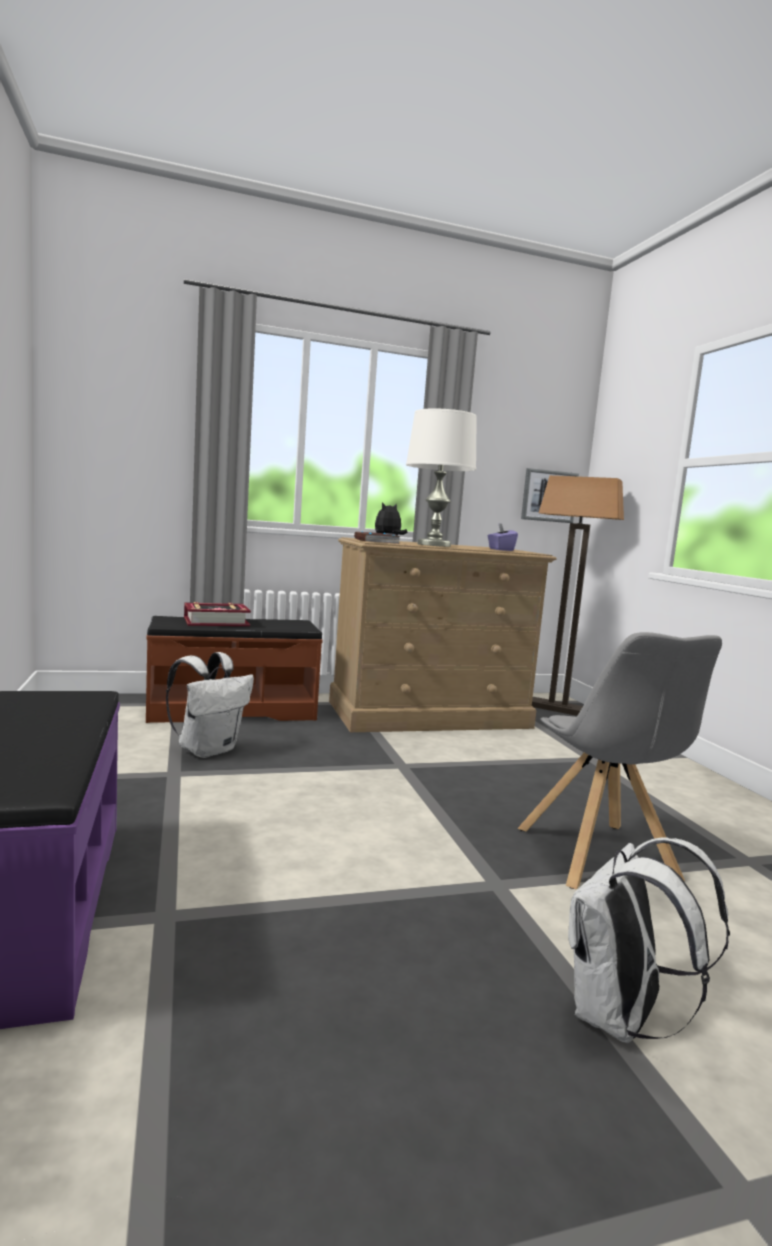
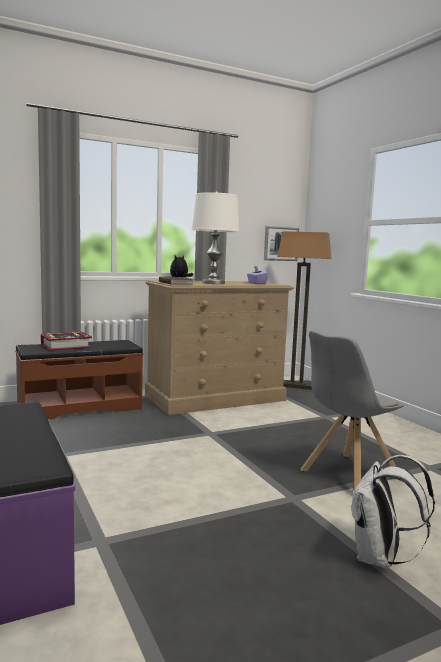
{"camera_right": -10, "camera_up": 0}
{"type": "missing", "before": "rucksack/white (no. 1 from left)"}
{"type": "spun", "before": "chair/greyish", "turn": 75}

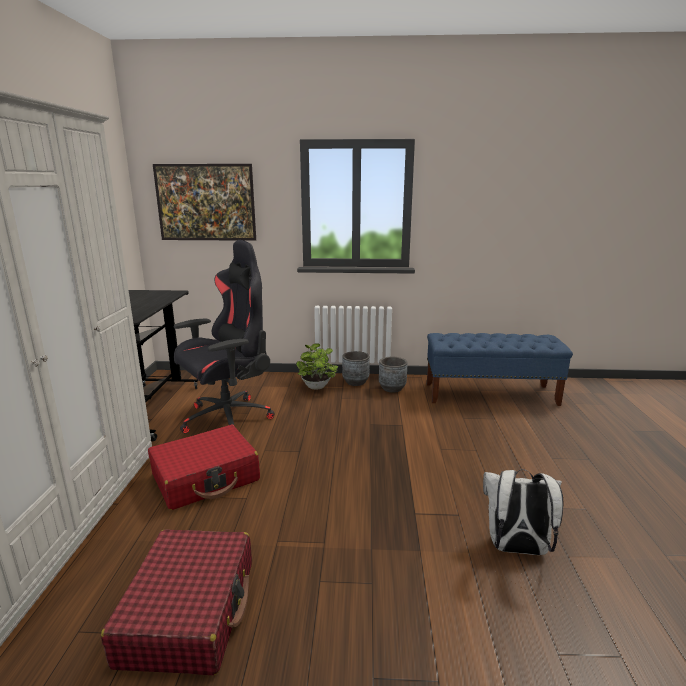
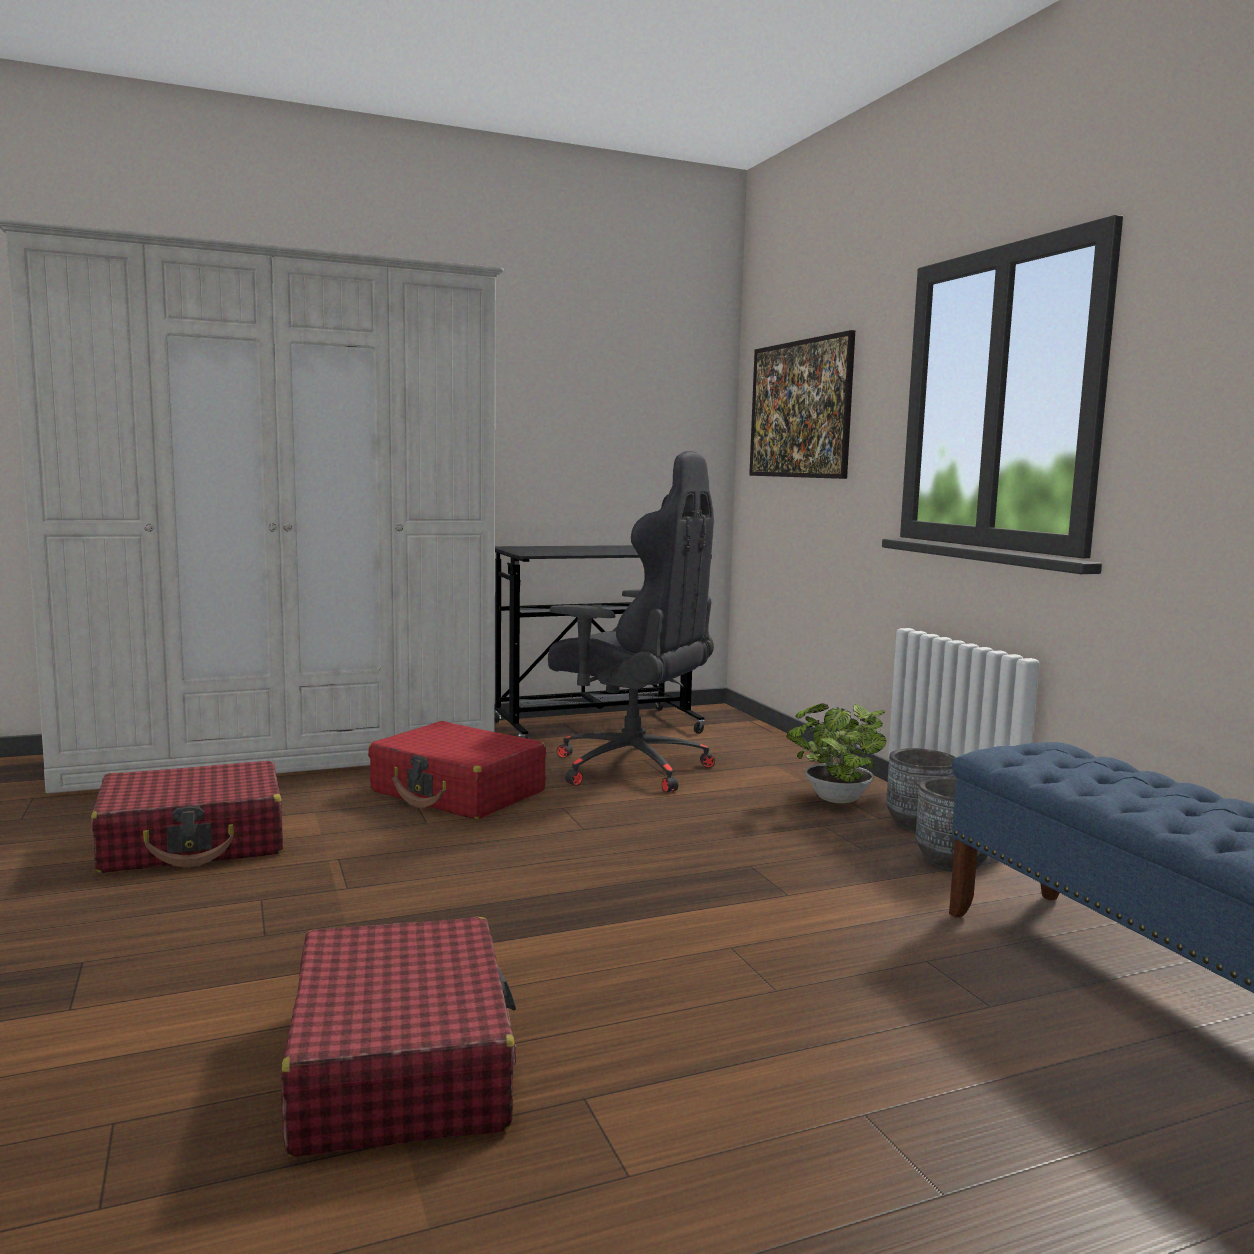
{"camera_right": 65, "camera_up": -10}
{"type": "exchanged", "before": "rucksack/white", "after": "suitcase/red (no. 2 from left)"}

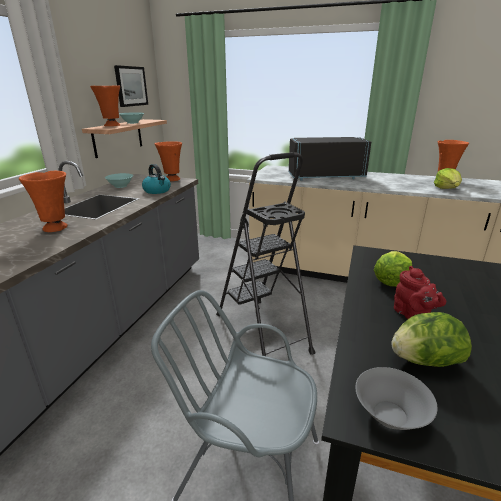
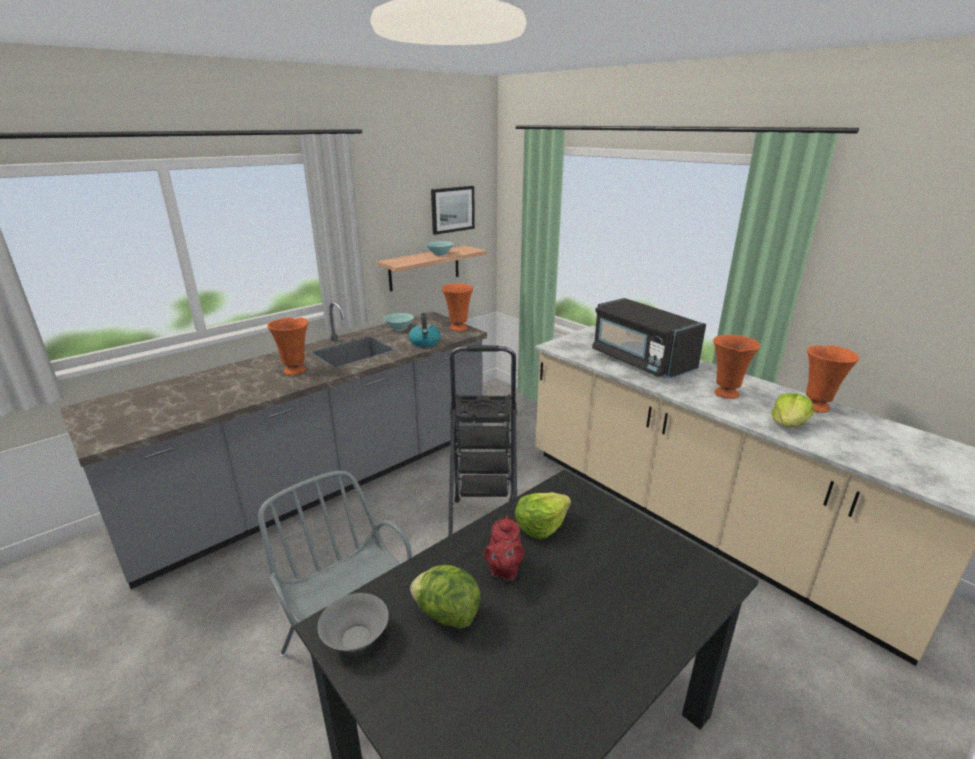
{"camera_right": 30, "camera_up": 0}
{"type": "relocated", "before": "vase/orangey (no. 2 from left in the first image)", "after": "vase/orangey (no. 3 from left)"}
{"type": "spun", "before": "microwave oven/black", "turn": -150}

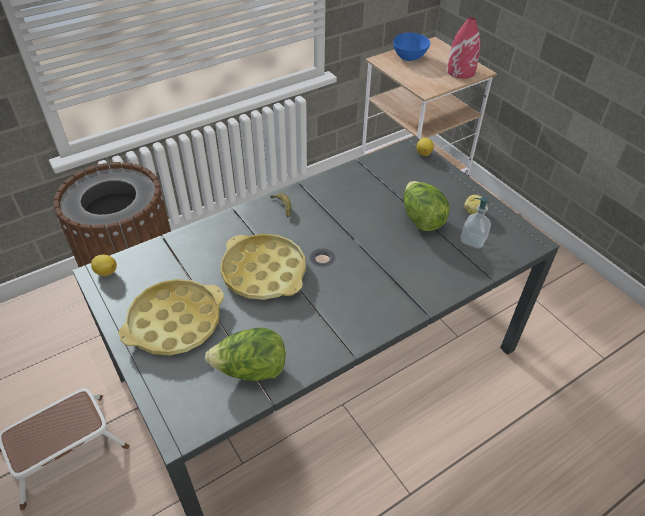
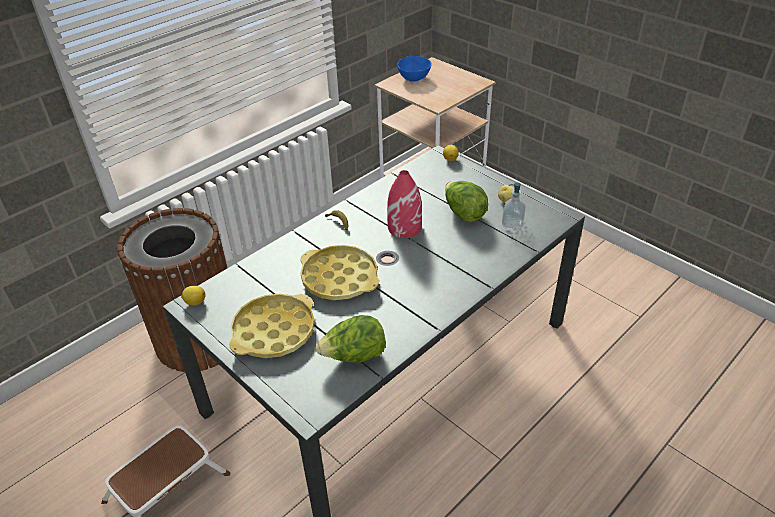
{"camera_right": -10, "camera_up": -5}
{"type": "relocated", "before": "vase/red"}

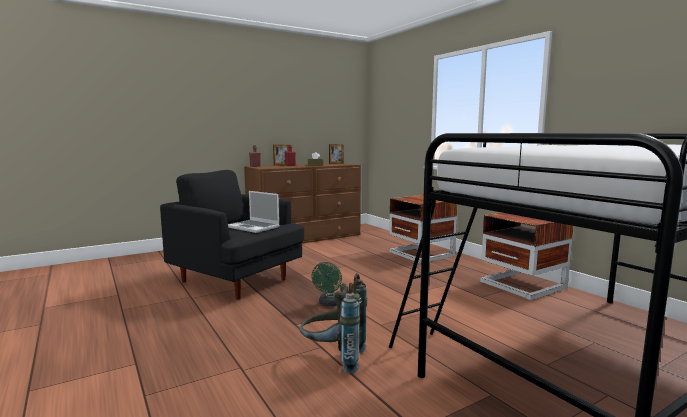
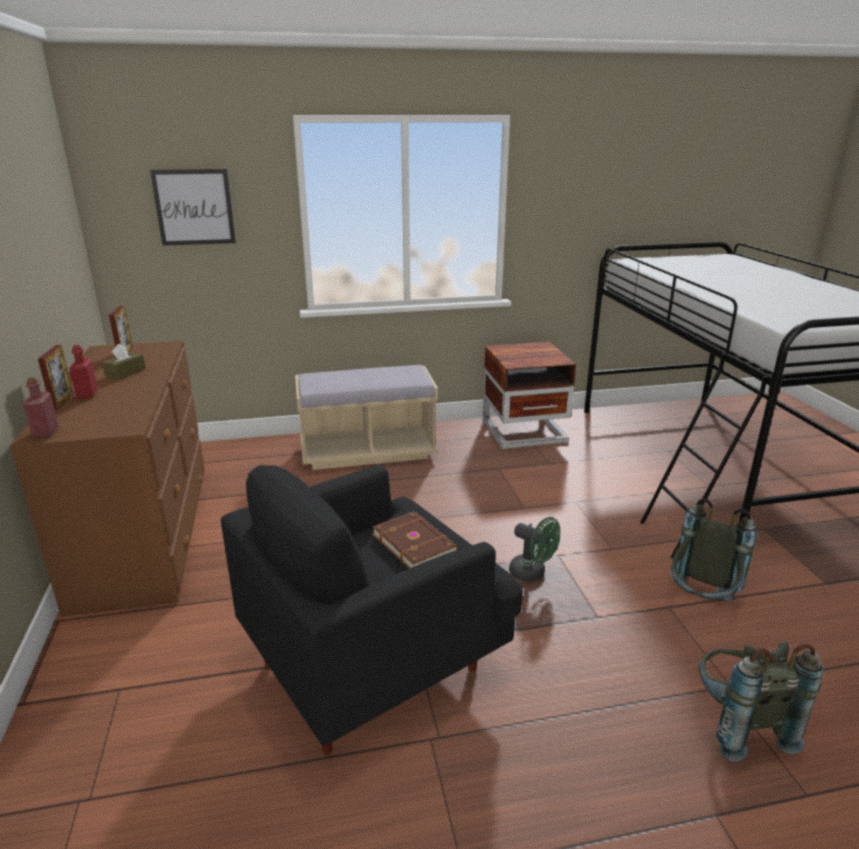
{"camera_right": -70, "camera_up": 15}
{"type": "appeared", "after": "wall art"}
{"type": "appeared", "after": "rucksack/greyish (no. 2 from left)"}
{"type": "exchanged", "before": "laptop", "after": "volume/brown"}
{"type": "exchanged", "before": "bedside table (no. 1 from left)", "after": "indoor bench/beige"}

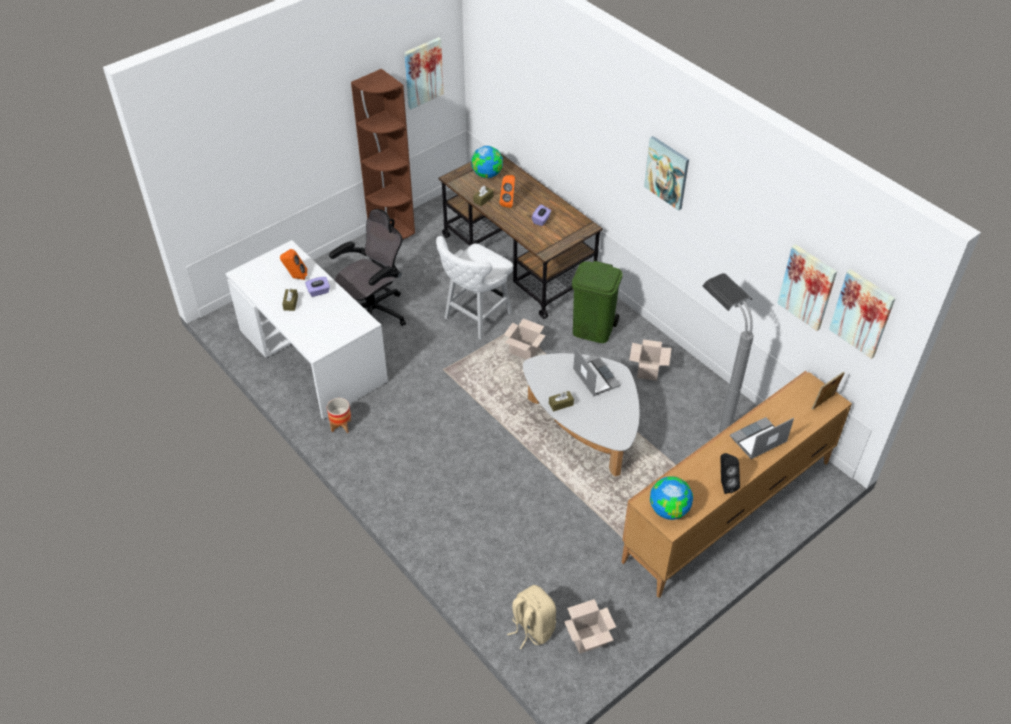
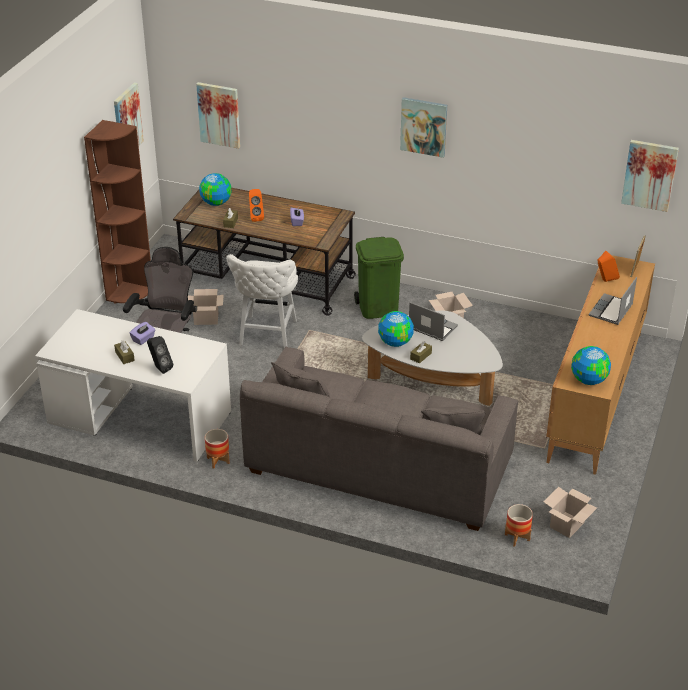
{"camera_right": -30, "camera_up": -10}
{"type": "missing", "before": "standard lamp/greyish"}
{"type": "appeared", "after": "sofa/greyish"}
{"type": "appeared", "after": "desk globe (no. 2 from left)"}
{"type": "relocated", "before": "audio speaker/orangey (no. 1 from left in the first image)", "after": "audio speaker/orangey (no. 2 from left)"}
{"type": "relocated", "before": "cardboard box (no. 1 from left)"}
{"type": "relocated", "before": "audio speaker/black"}
{"type": "relocated", "before": "wall art (no. 3 from left in the first image)", "after": "wall art (no. 2 from left)"}
{"type": "exchanged", "before": "rucksack/beige", "after": "plant pot (no. 2 from left)"}

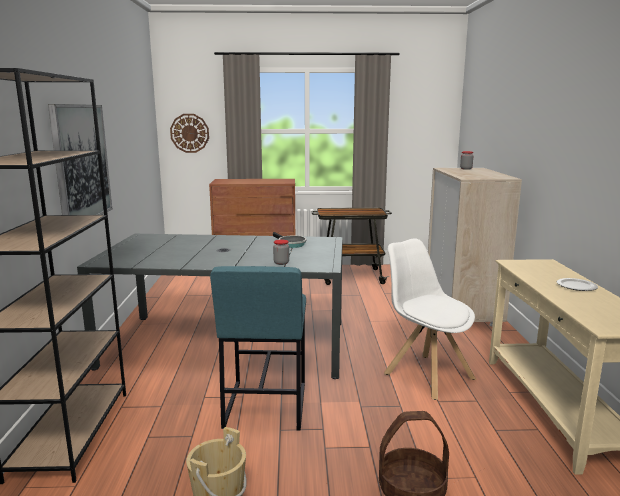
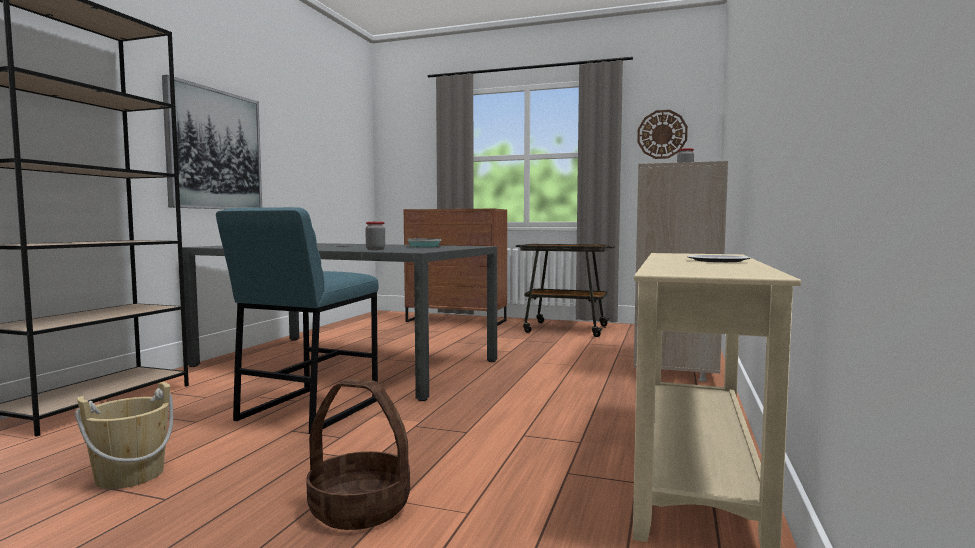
{"camera_right": 20, "camera_up": -10}
{"type": "missing", "before": "chair/white"}
{"type": "relocated", "before": "wall clock"}

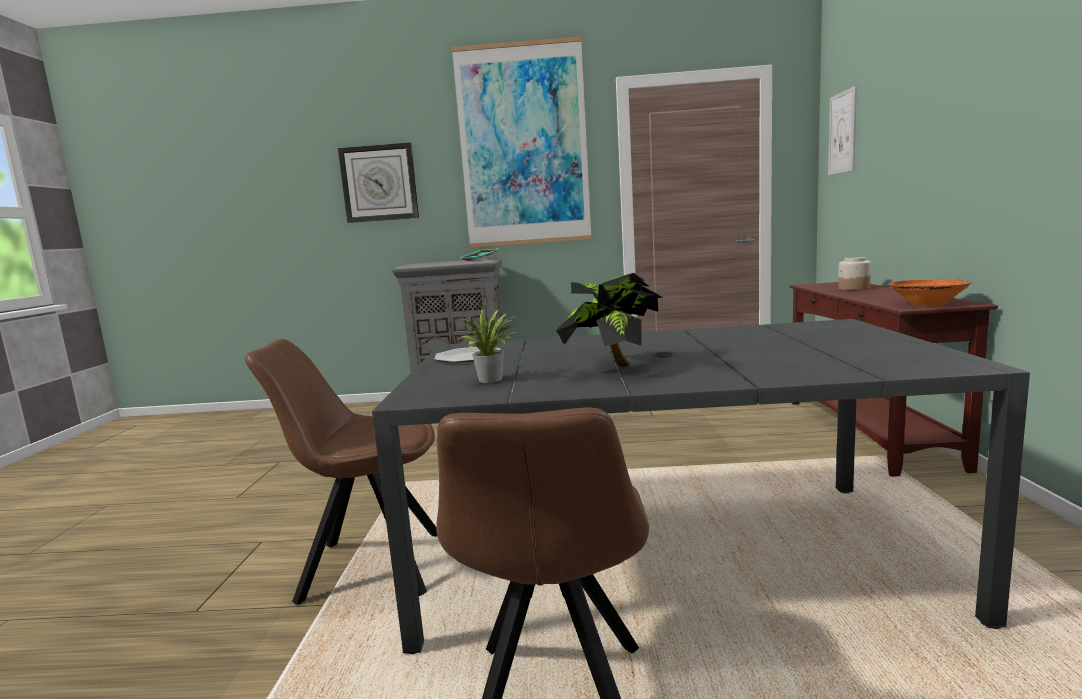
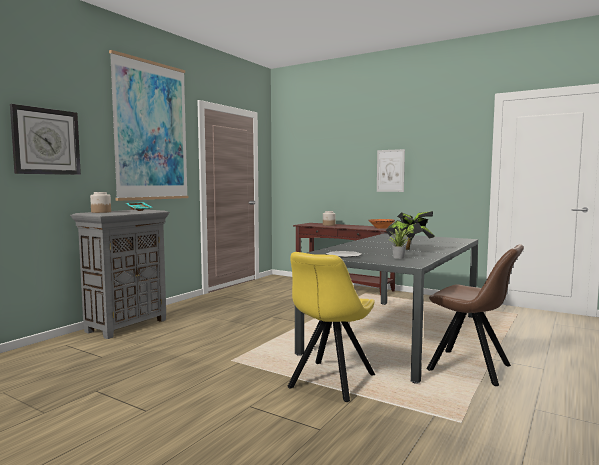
{"camera_right": -60, "camera_up": -5}
{"type": "appeared", "after": "storage jar (no. 1 from left)"}
{"type": "relocated", "before": "wall art (no. 2 from left)"}
{"type": "colour", "before": "chair/brown (no. 1 from left)", "after": "chair/yellow-coloured"}

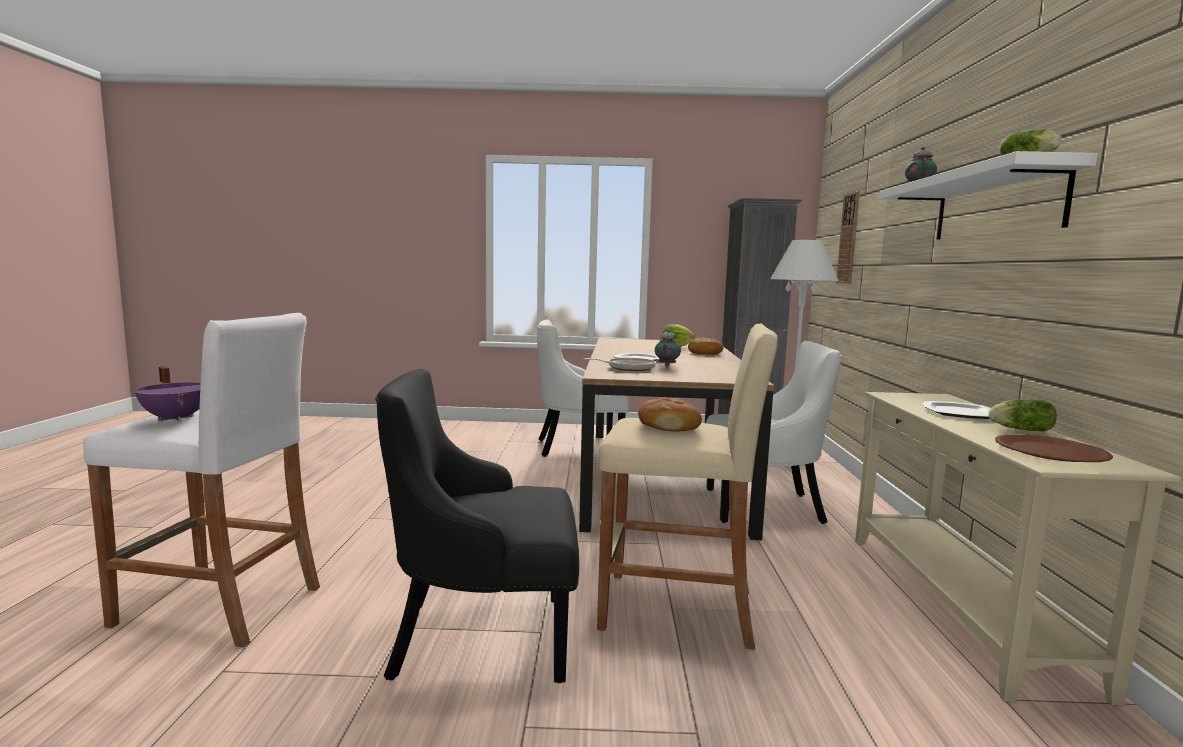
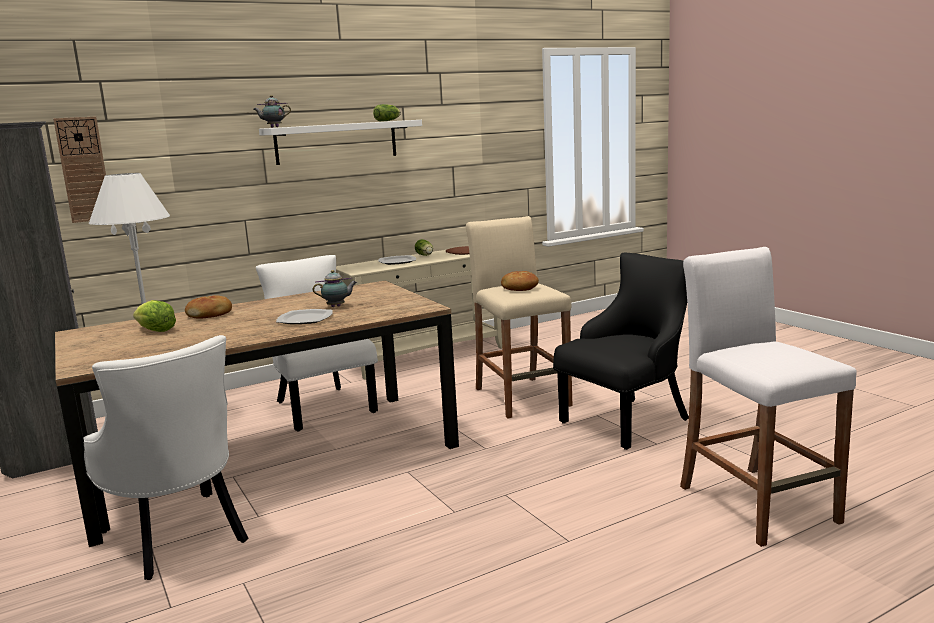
{"camera_right": -120, "camera_up": 5}
{"type": "missing", "before": "stockpot/purple-coloured"}
{"type": "missing", "before": "pan"}
{"type": "spun", "before": "chair/black", "turn": -90}

